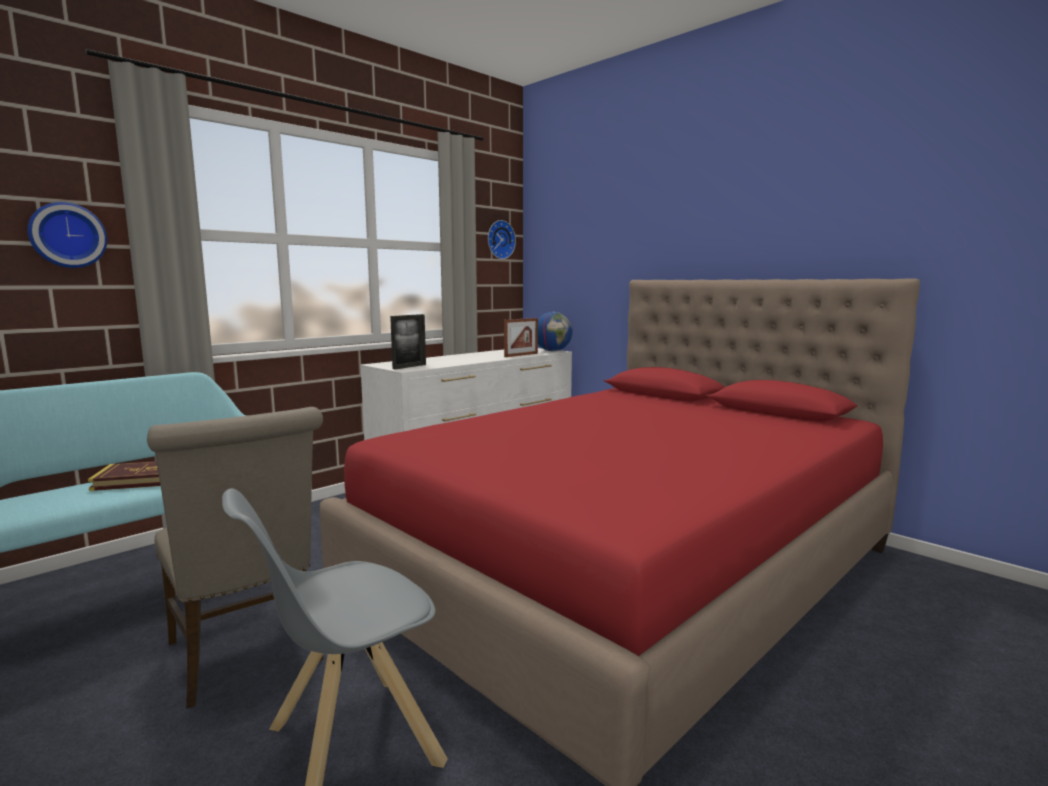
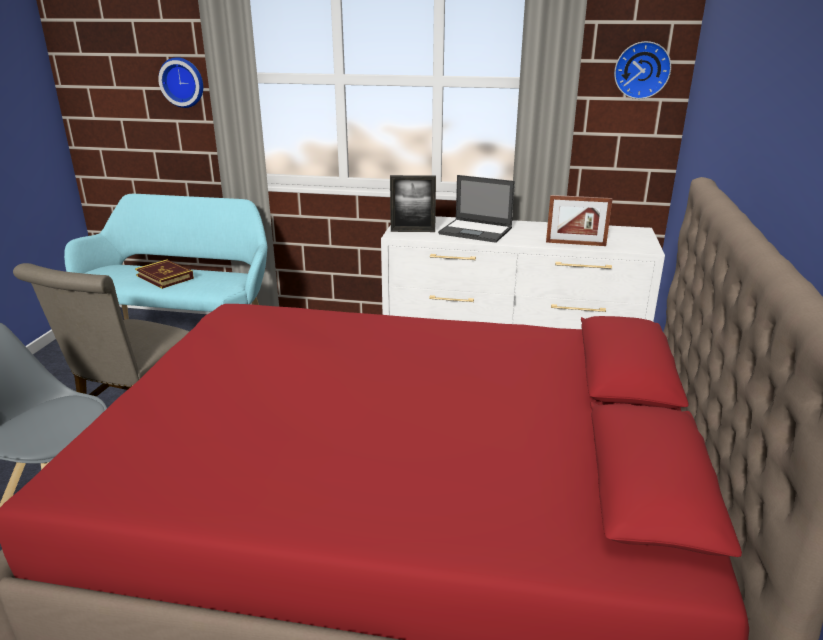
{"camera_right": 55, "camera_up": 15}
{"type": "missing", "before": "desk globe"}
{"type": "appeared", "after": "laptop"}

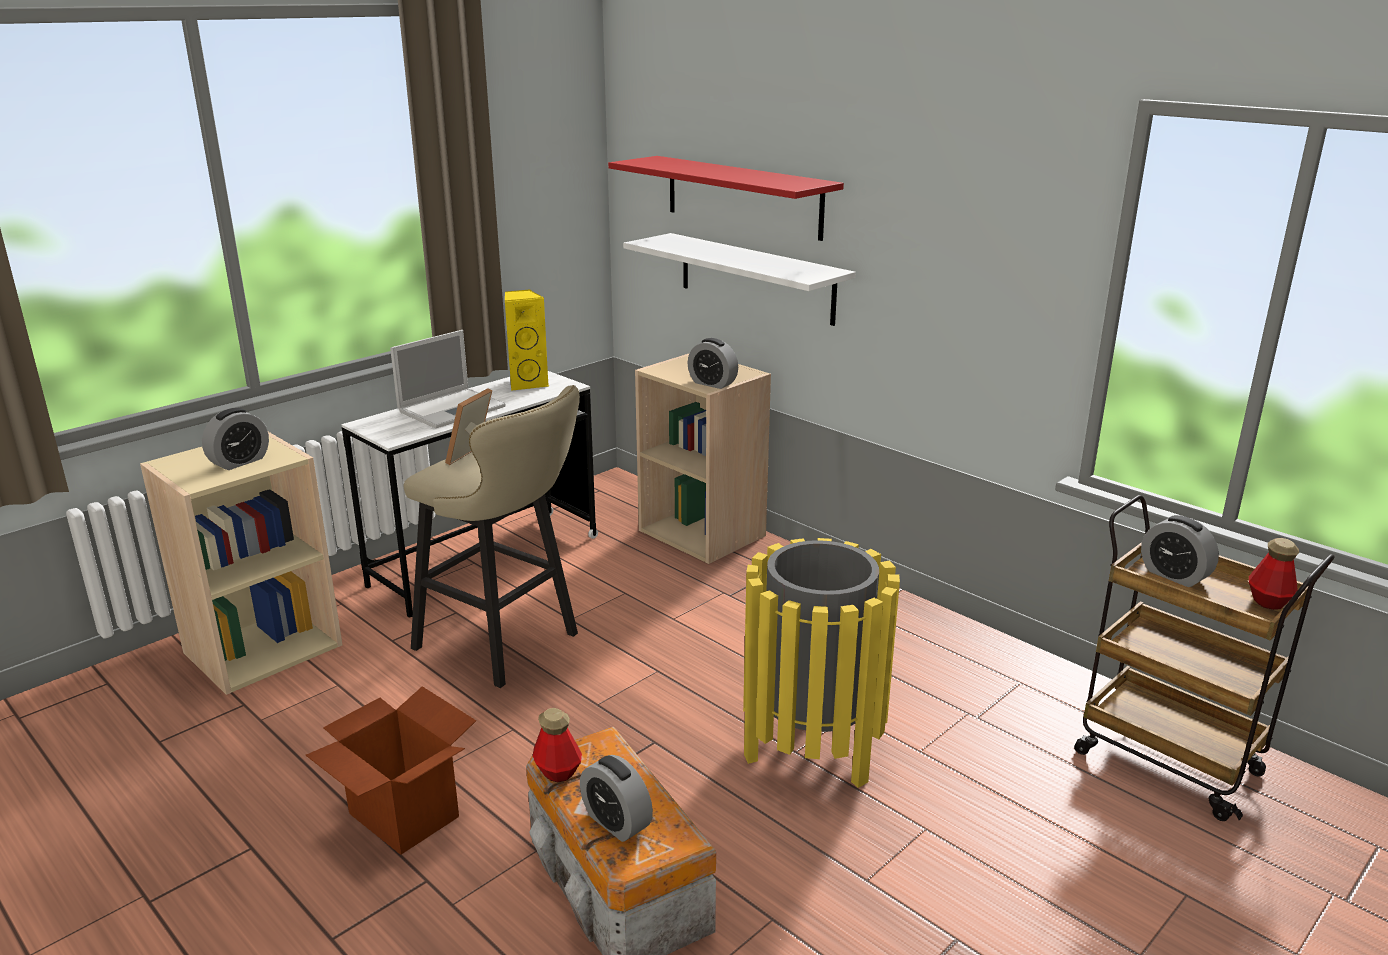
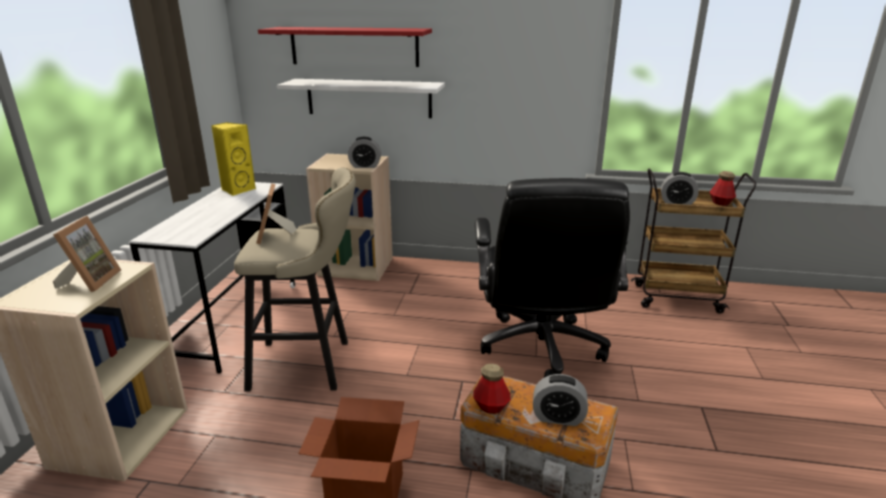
{"camera_right": -35, "camera_up": 0}
{"type": "missing", "before": "laptop"}
{"type": "exchanged", "before": "table clock (no. 1 from left)", "after": "picture frame (no. 1 from left)"}
{"type": "exchanged", "before": "rubbish bin/yellow-coloured", "after": "computer chair/black"}

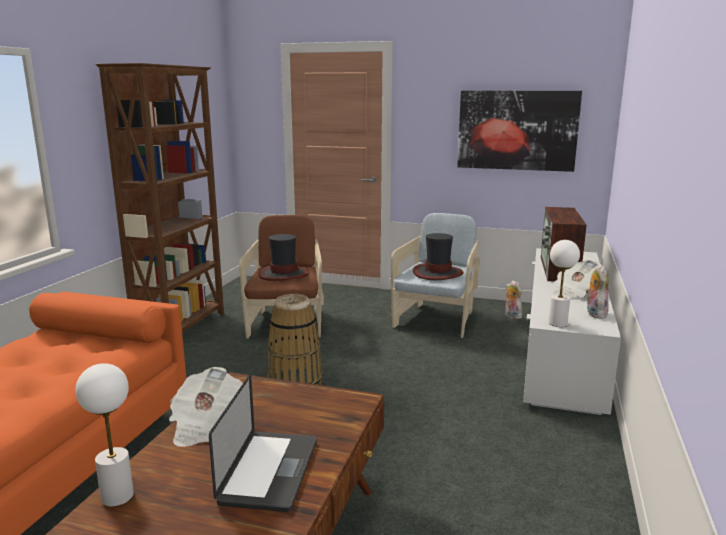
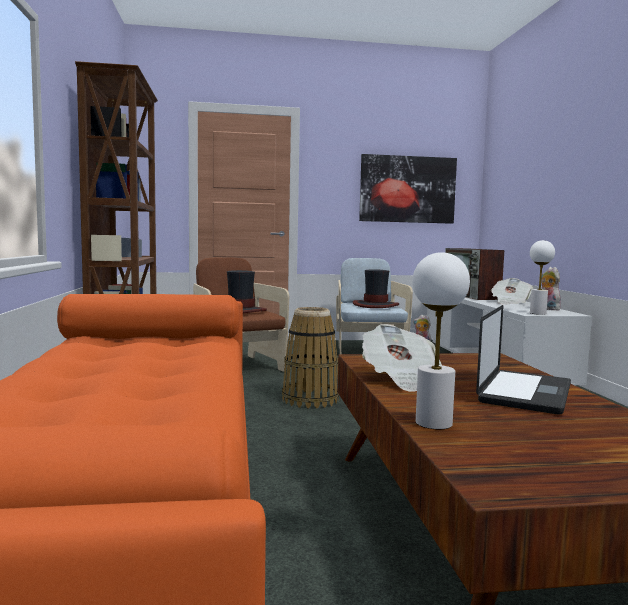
{"camera_right": -25, "camera_up": -10}
{"type": "spun", "before": "laptop", "turn": 45}

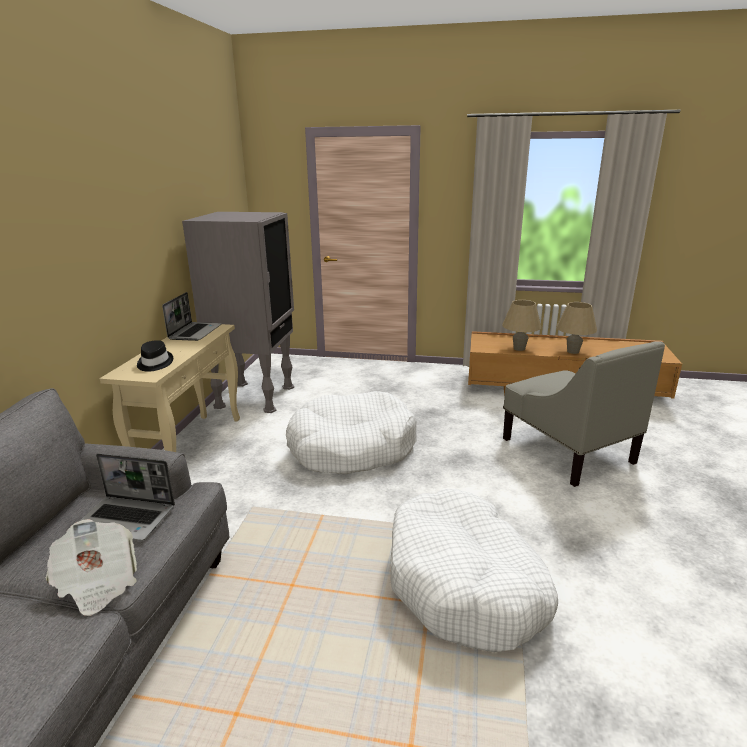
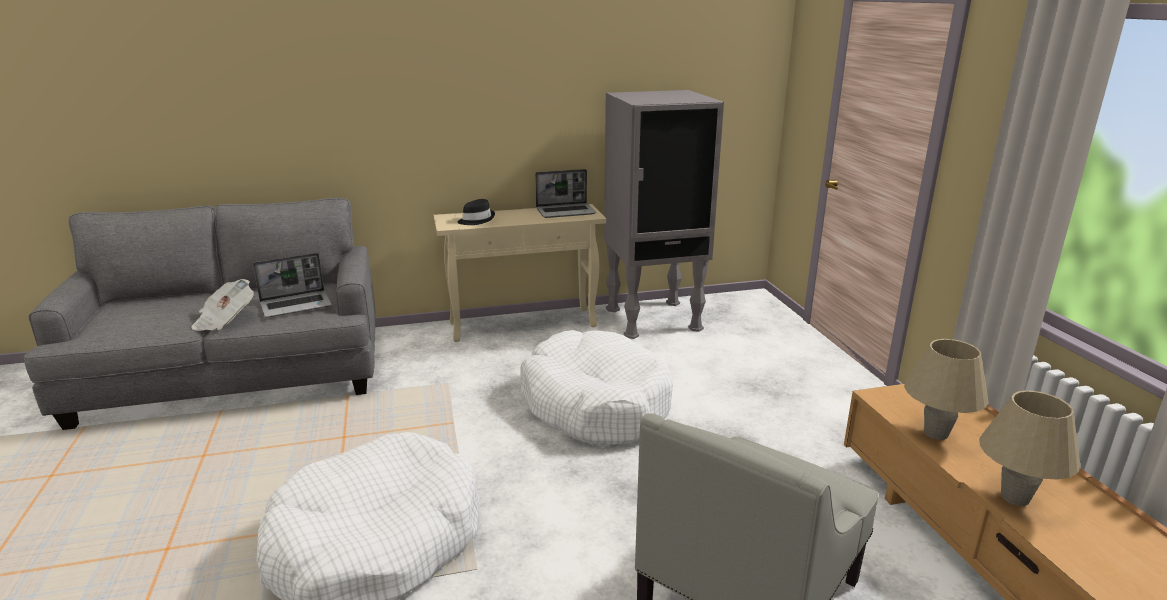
{"camera_right": 65, "camera_up": 0}
{"type": "spun", "before": "laptop (no. 1 from left)", "turn": -105}

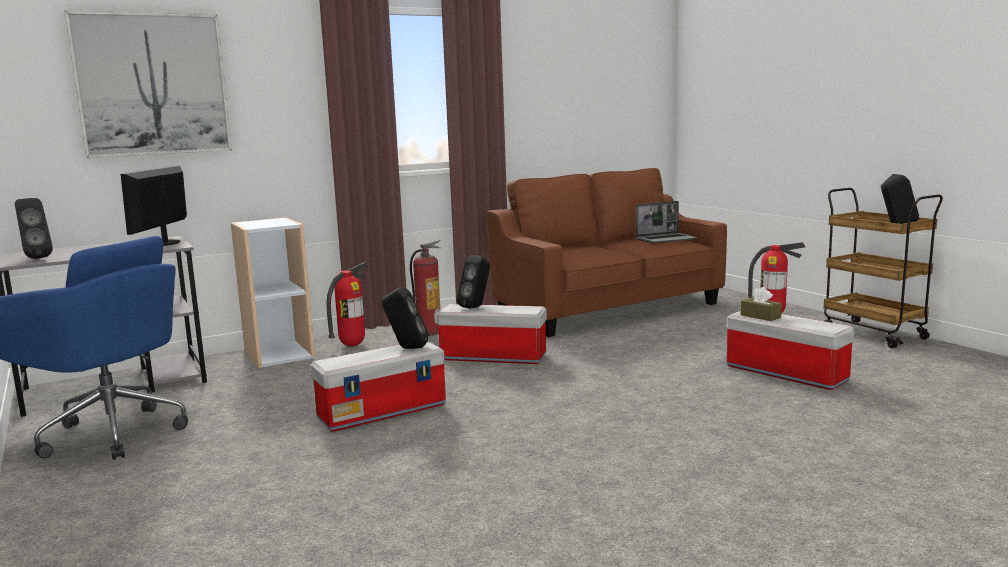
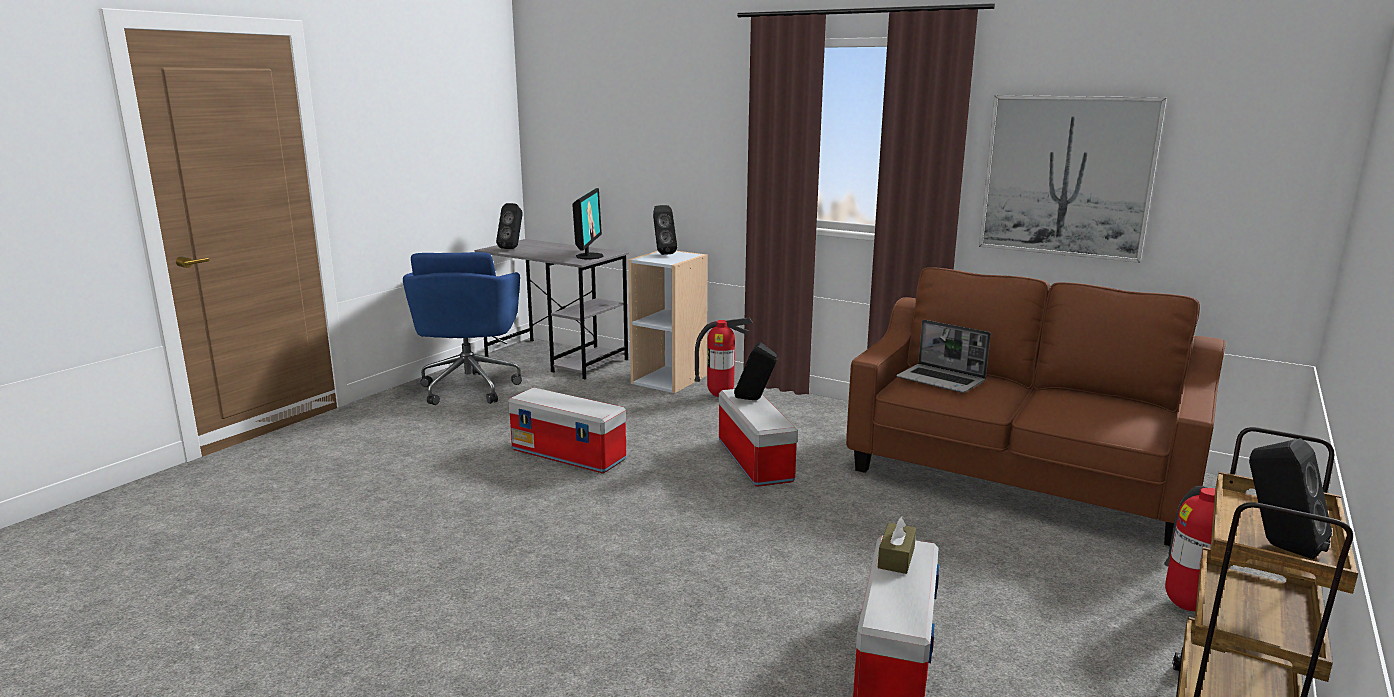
{"camera_right": 60, "camera_up": 5}
{"type": "missing", "before": "fire extinguisher (no. 2 from left)"}
{"type": "relocated", "before": "wall art"}
{"type": "relocated", "before": "audio speaker/black (no. 2 from left)"}
{"type": "relocated", "before": "laptop"}
{"type": "spun", "before": "computer screen", "turn": 120}

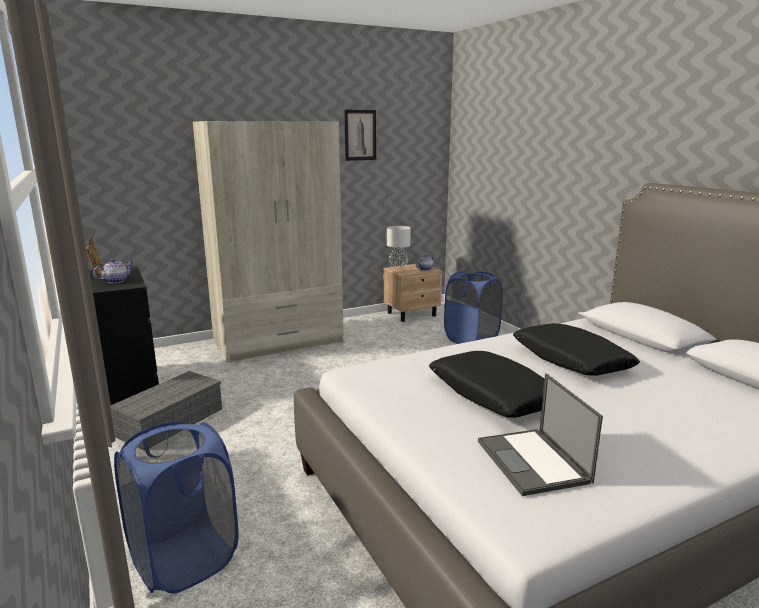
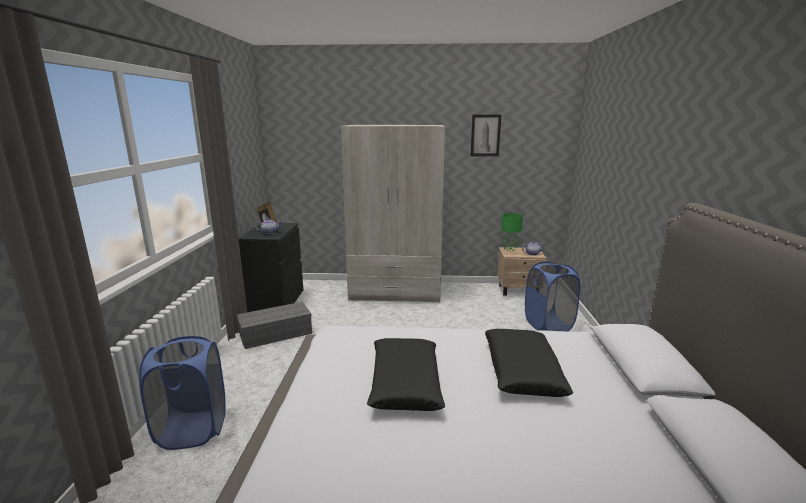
{"camera_right": 30, "camera_up": 0}
{"type": "missing", "before": "laptop"}
{"type": "colour", "before": "lamp for a table/greyish", "after": "lamp for a table/green"}

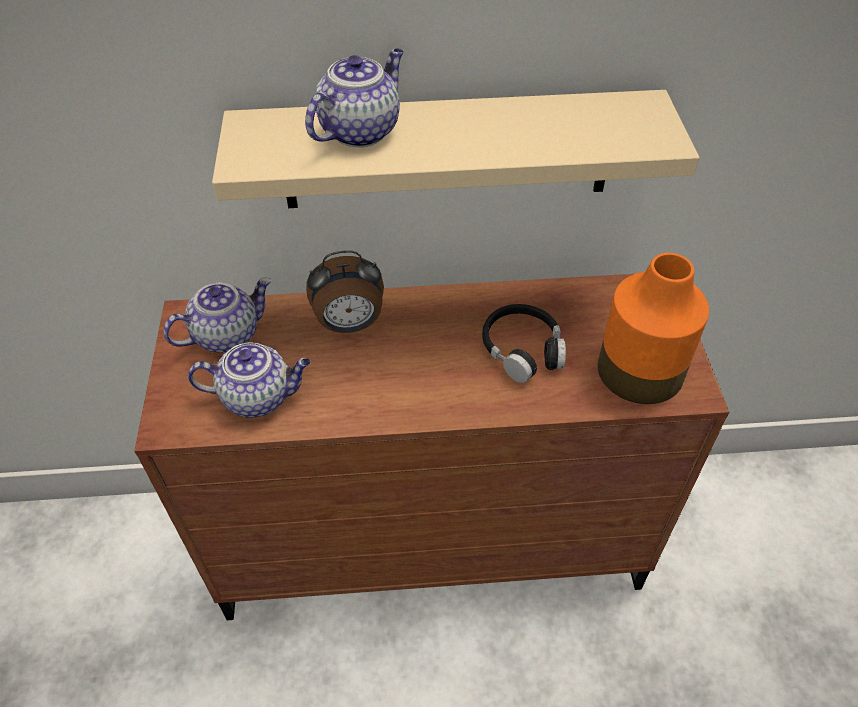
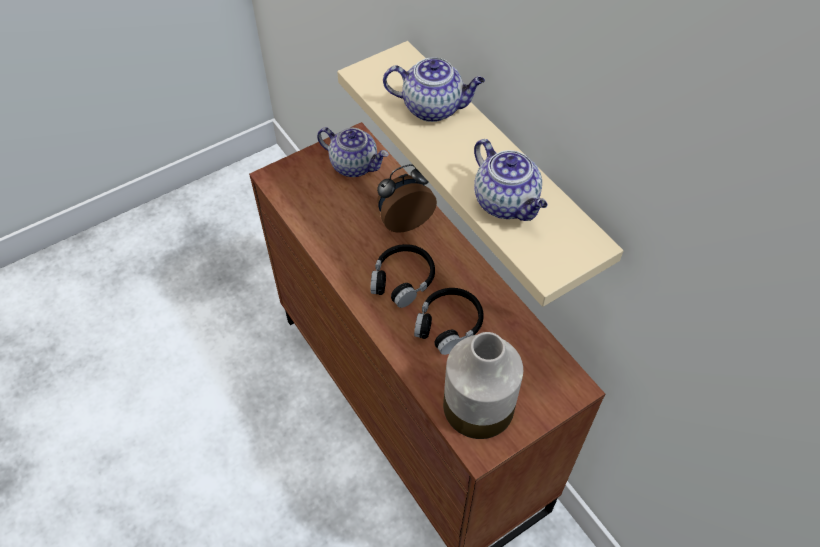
{"camera_right": 60, "camera_up": 5}
{"type": "appeared", "after": "headset/black (no. 1 from left)"}
{"type": "relocated", "before": "tea pot (no. 2 from left in the first image)", "after": "tea pot (no. 3 from left)"}
{"type": "colour", "before": "vase/orangey", "after": "vase/beige"}
{"type": "spun", "before": "table clock", "turn": 105}

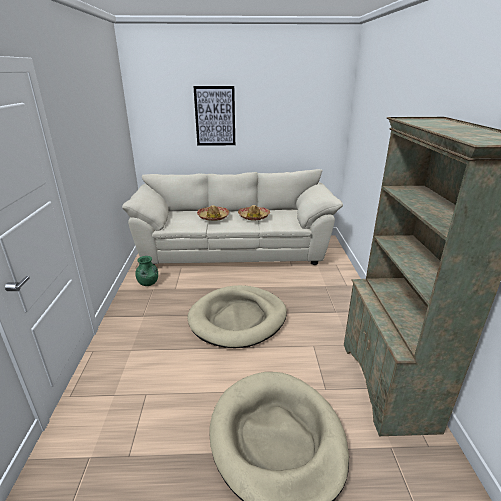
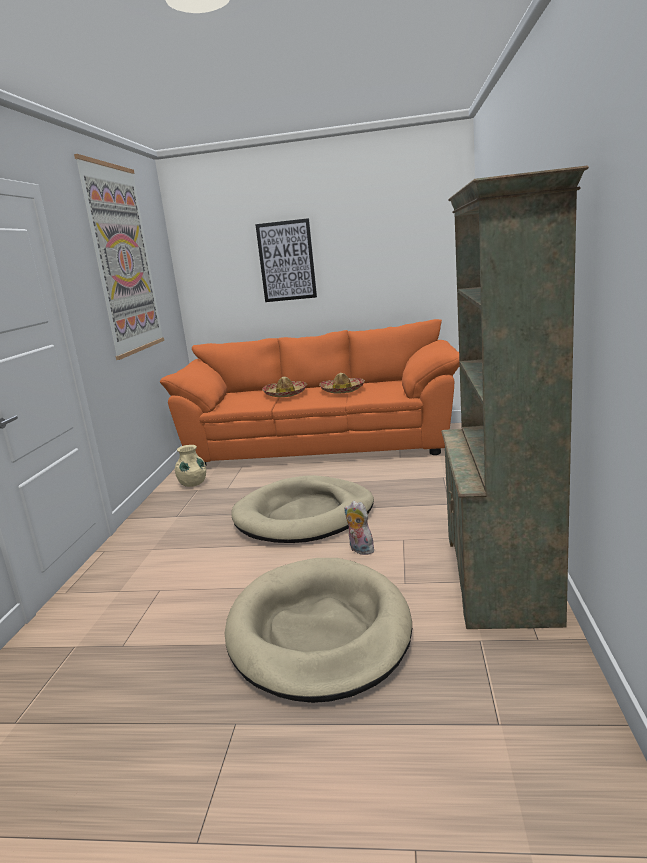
{"camera_right": 10, "camera_up": -10}
{"type": "appeared", "after": "wall art (no. 1 from left)"}
{"type": "appeared", "after": "soft toy"}
{"type": "colour", "before": "sofa/beige", "after": "sofa/orangey"}
{"type": "colour", "before": "vase/green", "after": "vase/beige"}

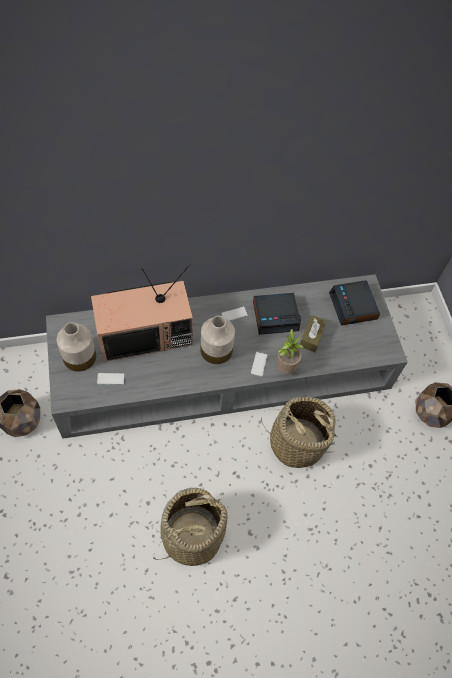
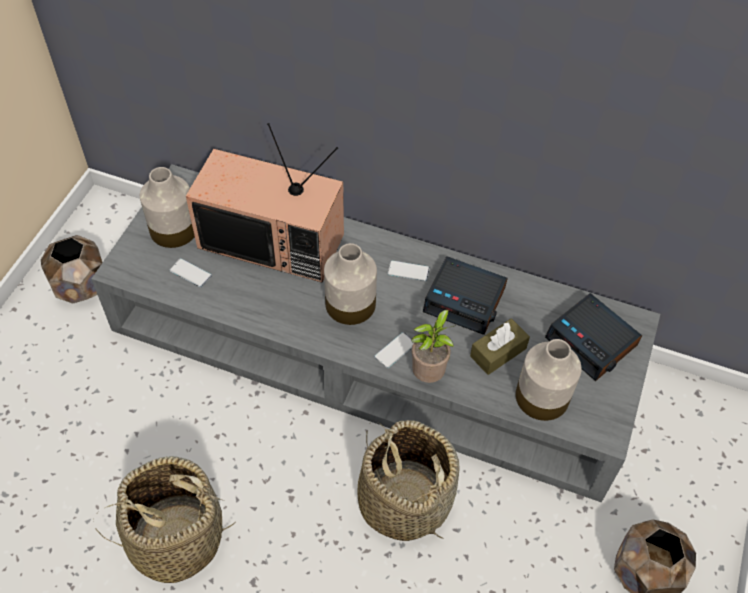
{"camera_right": 35, "camera_up": -5}
{"type": "appeared", "after": "vase/beige (no. 3 from left)"}
{"type": "spun", "before": "table clock (no. 2 from left)", "turn": -60}

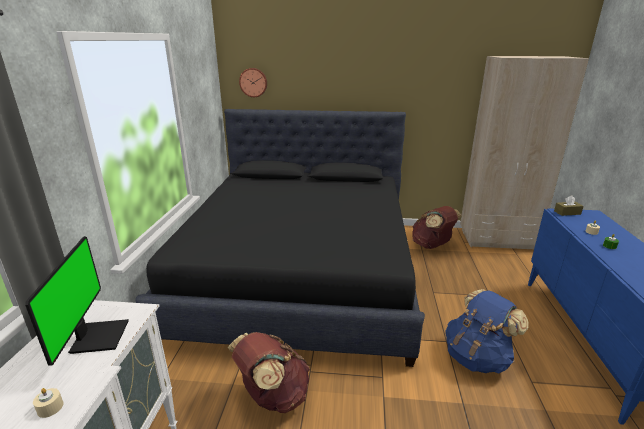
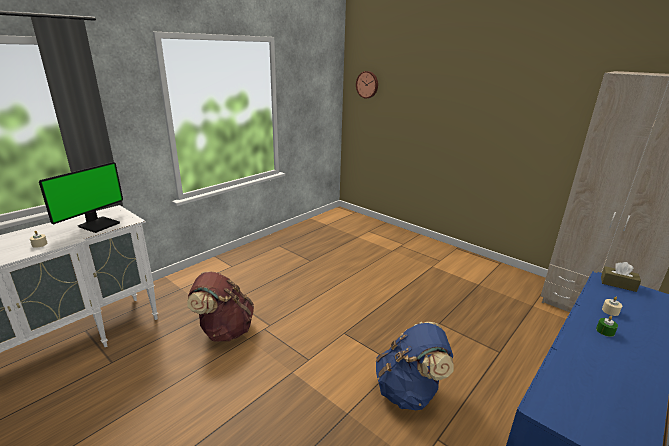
{"camera_right": 35, "camera_up": 0}
{"type": "missing", "before": "sleeping bed/black"}
{"type": "missing", "before": "rucksack/brown (no. 2 from left)"}

